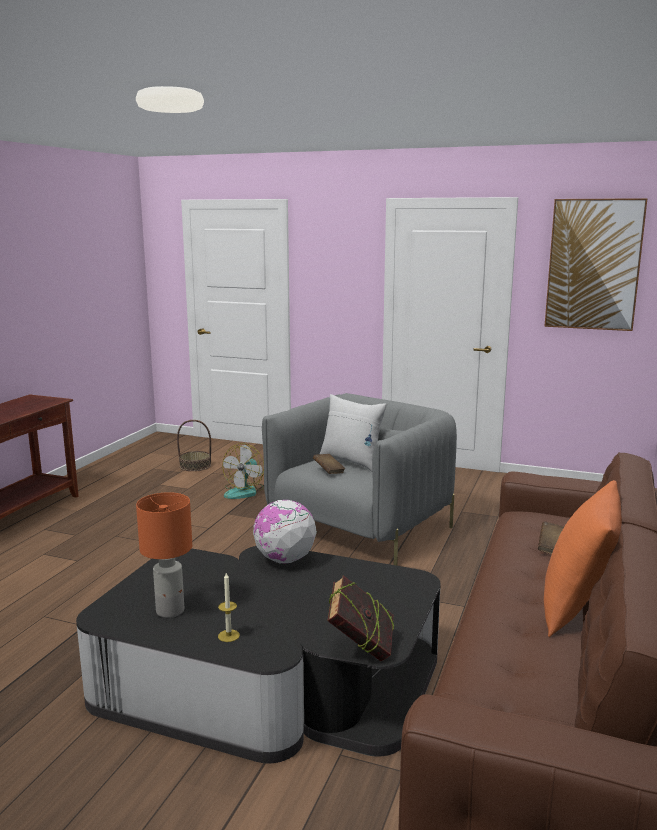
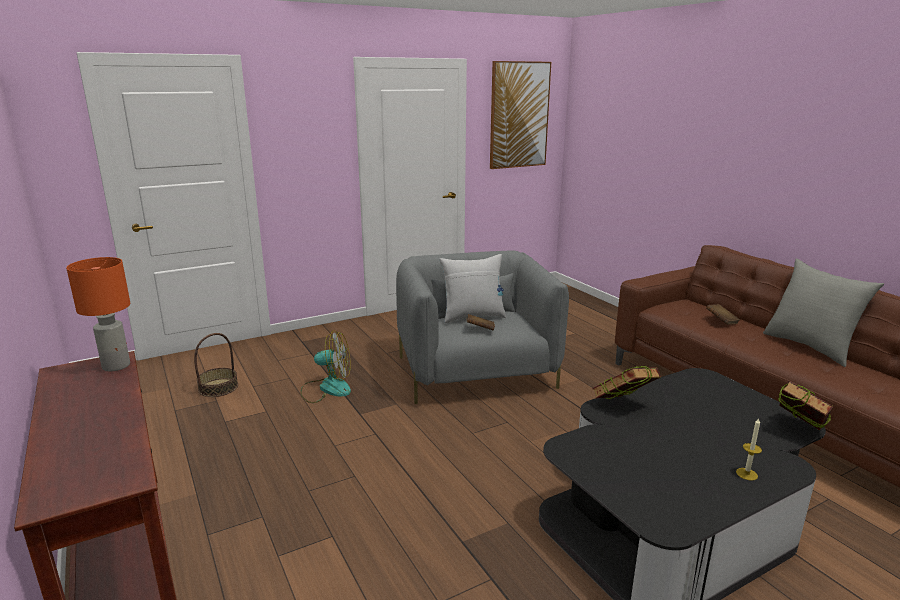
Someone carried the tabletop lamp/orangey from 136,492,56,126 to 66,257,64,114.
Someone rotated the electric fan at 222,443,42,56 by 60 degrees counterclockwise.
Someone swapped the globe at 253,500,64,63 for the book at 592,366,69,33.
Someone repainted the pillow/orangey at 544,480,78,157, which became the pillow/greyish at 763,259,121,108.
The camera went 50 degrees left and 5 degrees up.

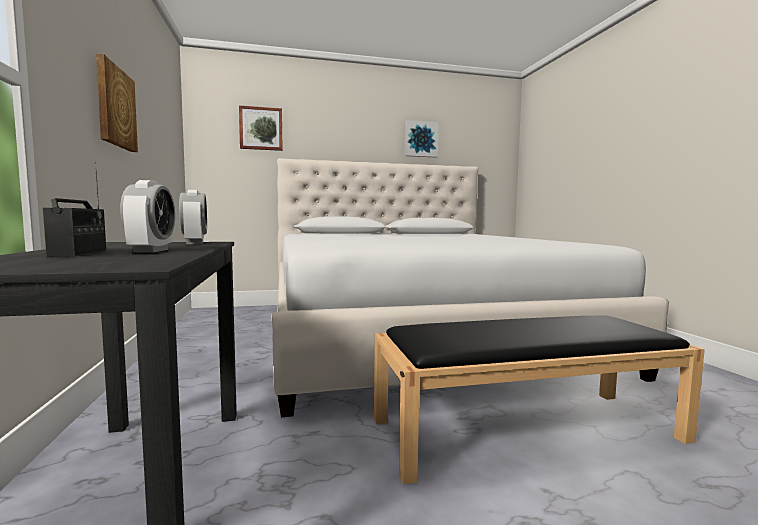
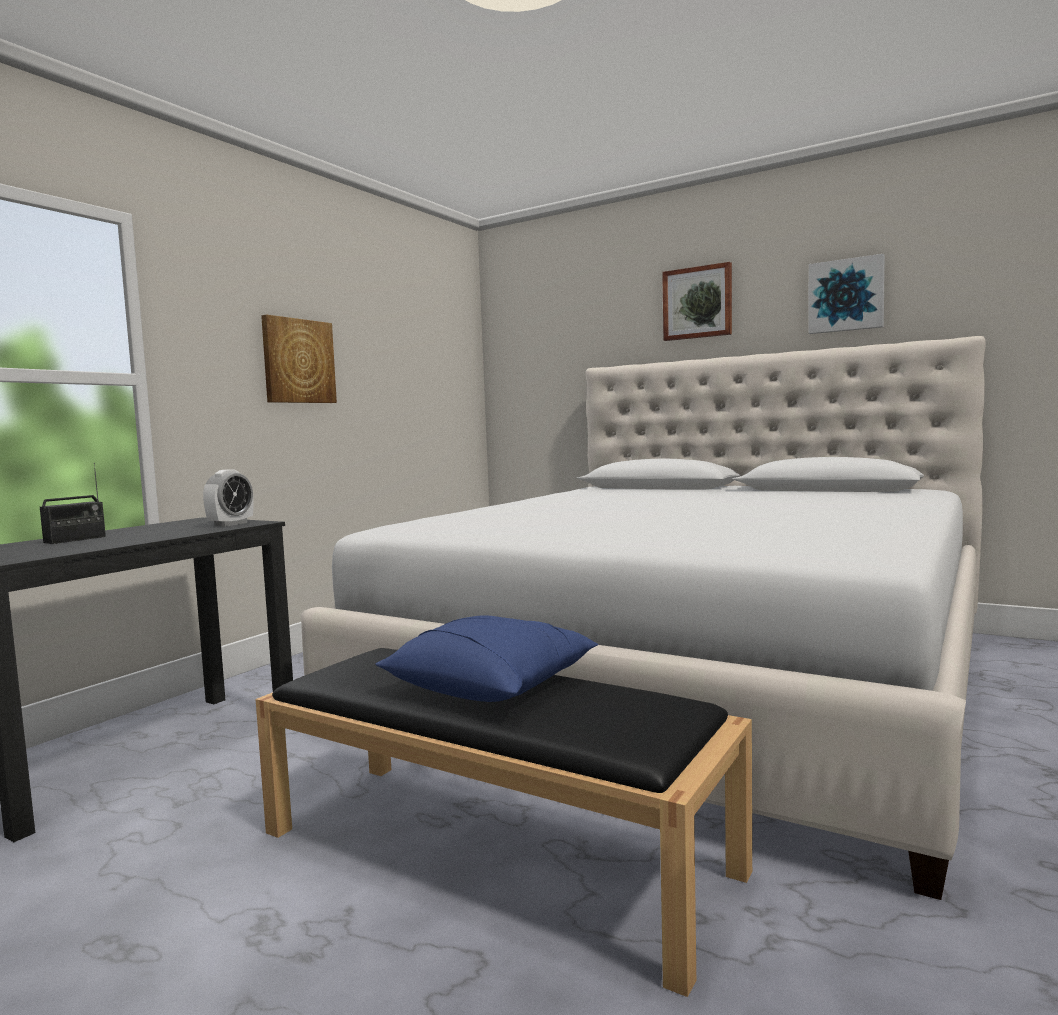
Someone took away the table clock at 120,180,55,73.
Someone carried the wall art from 239,105,44,46 to 662,262,70,79.
Someone put down the pillow/blue at 375,615,224,87.
The camera went 45 degrees right and 0 degrees up.

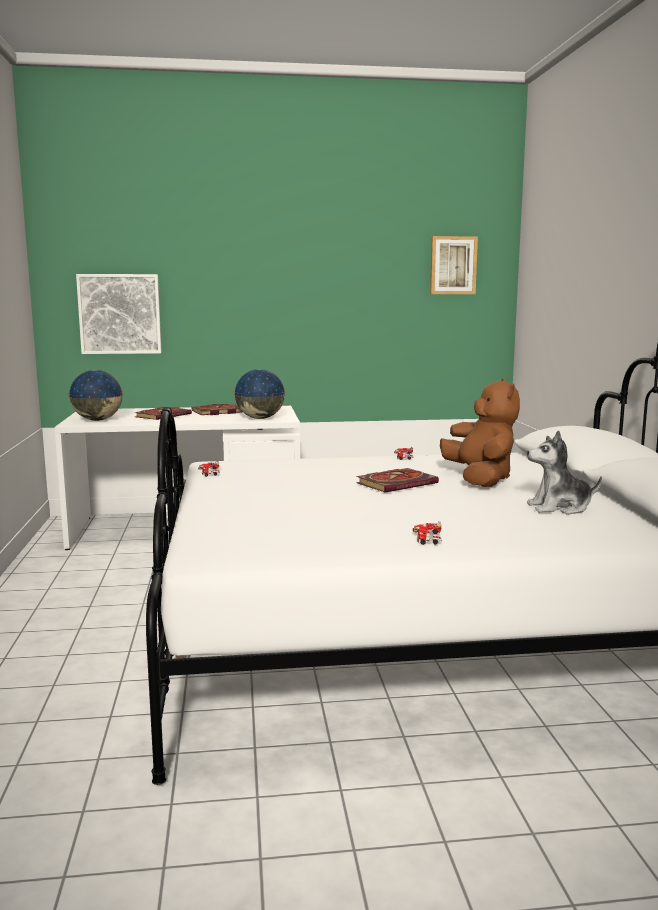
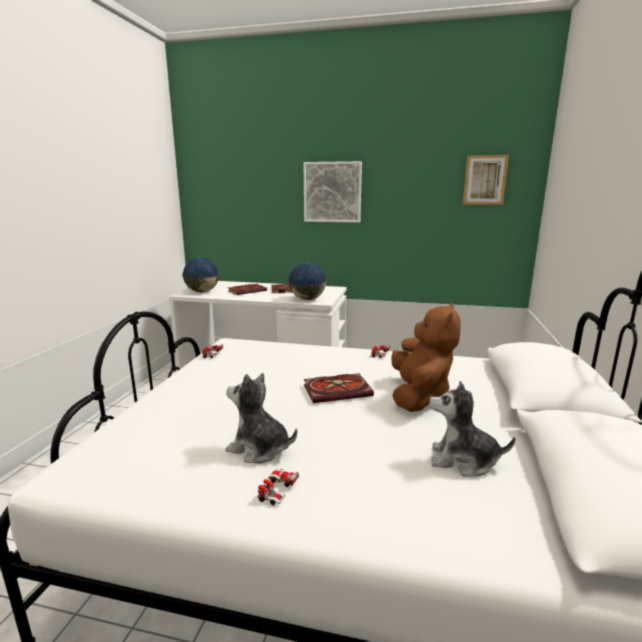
Someone carried the wall art from 76,274,86,80 to 304,161,58,62.
Someone put down the soft toy at 226,373,71,90.
The camera went 20 degrees right and 5 degrees up.

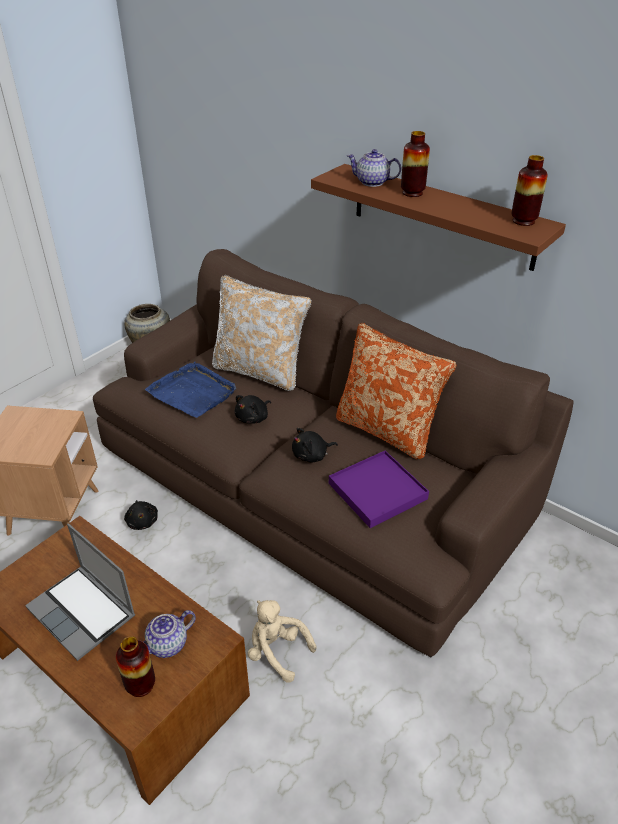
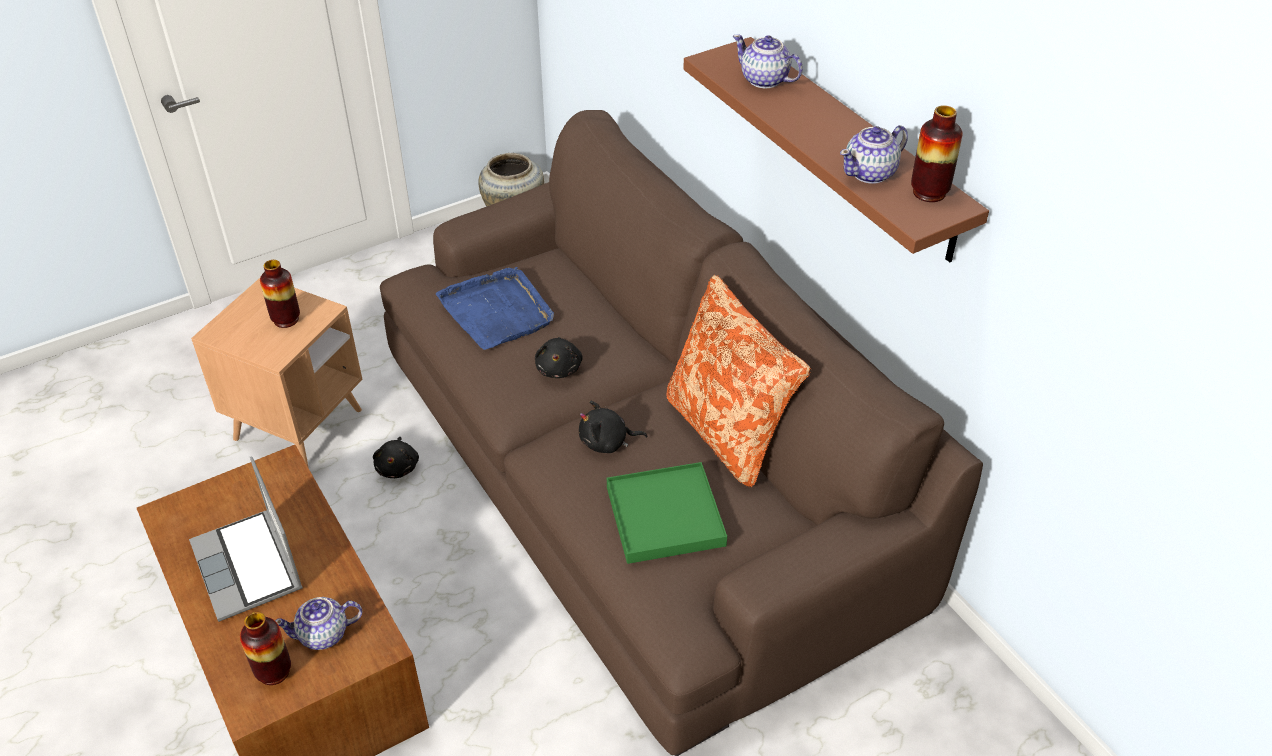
Someone took away the pillow/white-coloured at 212,275,100,116.
Someone rotated the soft toy/black at 235,395,36,29 by 60 degrees counterclockwise.
Someone took away the soft toy/beige-coloured at 248,600,69,83.
Someone repainted the serving tray/purplish at 329,451,100,77, which became the serving tray/greenish at 607,462,120,102.
Someone carried the decorative vase from 401,131,29,66 to 260,260,40,68.
Someone put down the teapot at 840,125,68,59.
The camera went 20 degrees right and 5 degrees up.

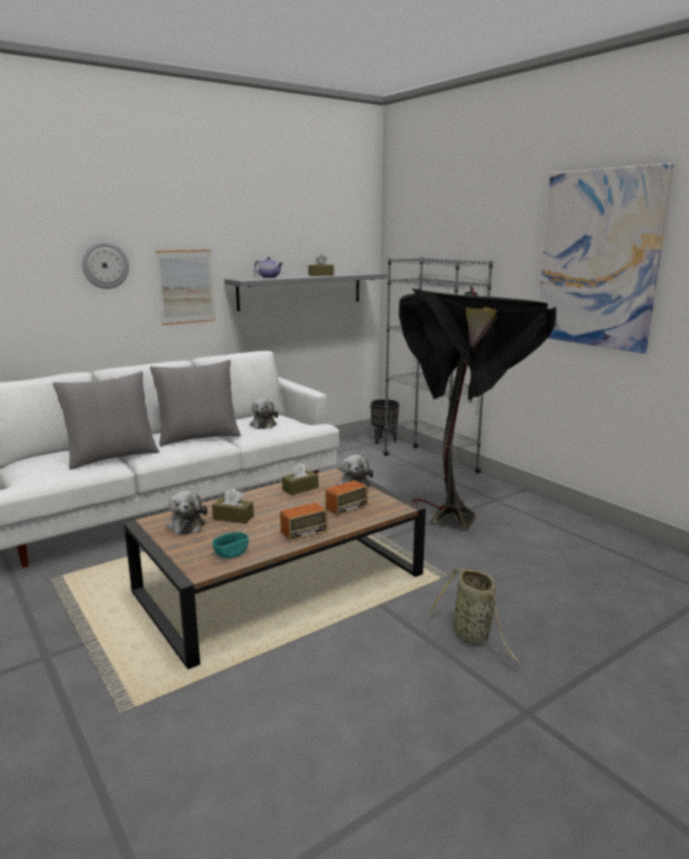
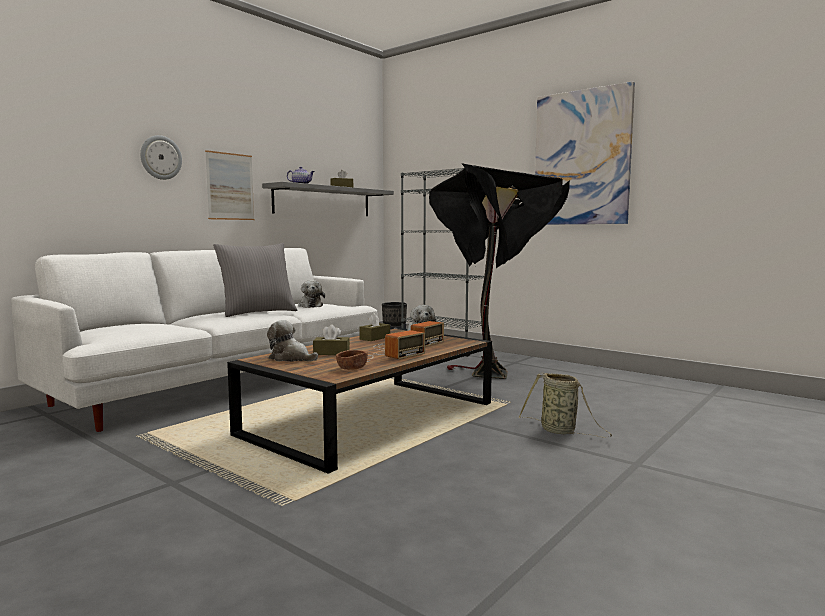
Someone took away the pillow/greyish at 53,371,106,99.
Someone rotated the soft toy at 166,491,41,44 by 150 degrees clockwise.
Someone repainted the serving bowl/blue-green at 212,531,37,27, which became the serving bowl/brownish at 336,350,32,20.
The camera went 15 degrees left and 10 degrees down.

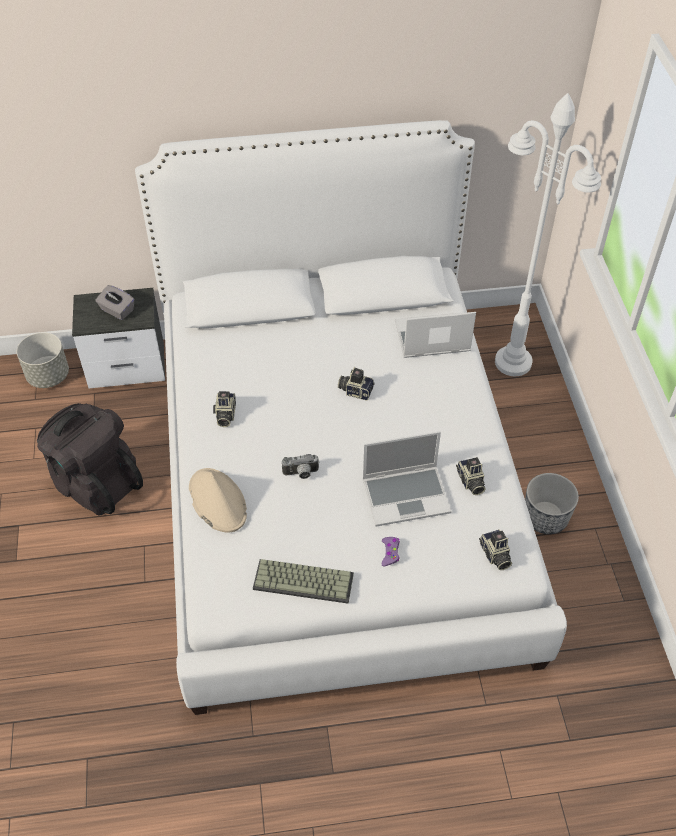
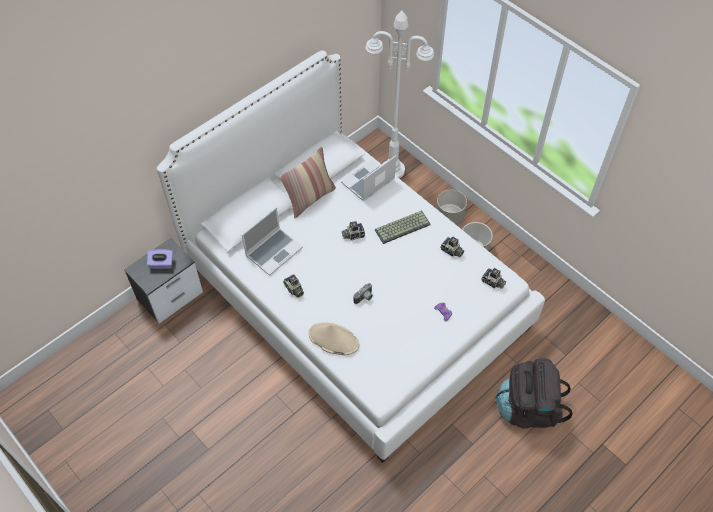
Someone carried the plant pot/greyish from 16,332,53,56 to 436,189,31,37.
Someone carried the knapsack/black from 37,403,106,113 to 496,358,77,70.
Someone repainted the tissue box/greyish at 95,285,39,35, which became the tissue box/purplish at 147,249,26,20.
Someone carried the keyboard from 253,559,101,45 to 375,211,56,33.
Someone carried the notebook computer from 363,431,88,95 to 242,207,61,69.
Someone put down the pillow at 280,147,56,71.
The camera went 35 degrees left and 5 degrees up.

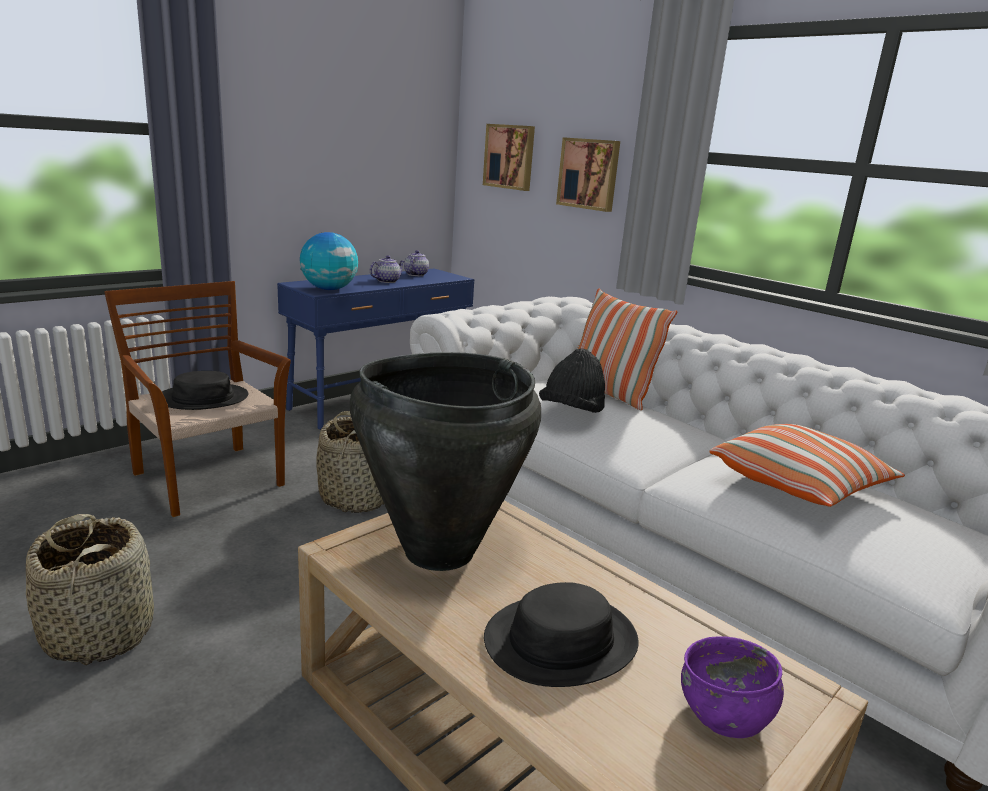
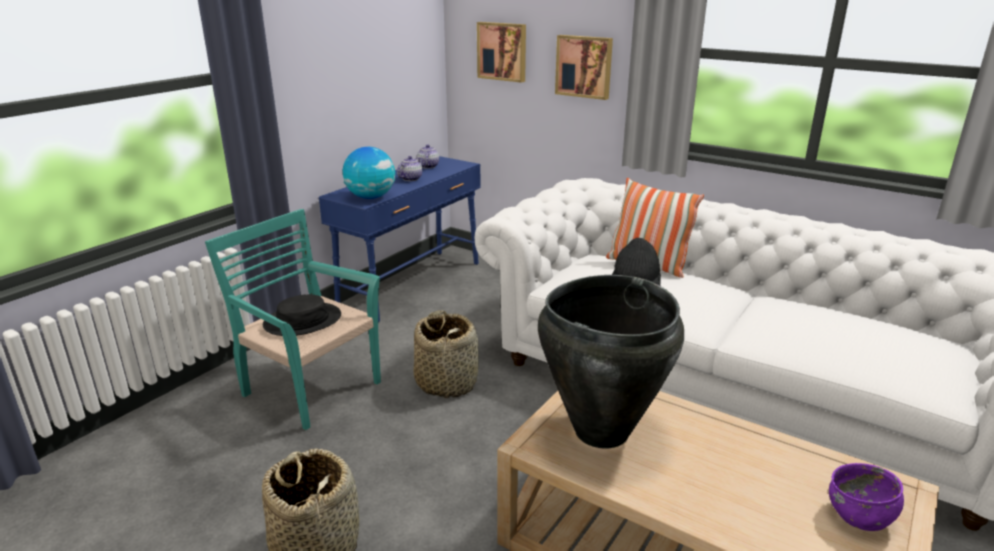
Someone repainted the lounge chair/brownish at 104,281,187,236, which became the lounge chair/blue-green at 205,209,176,221.
Someone took away the hat/black at 484,582,155,105.
Someone took away the pillow at 709,424,196,83.
The camera went 10 degrees left and 5 degrees up.

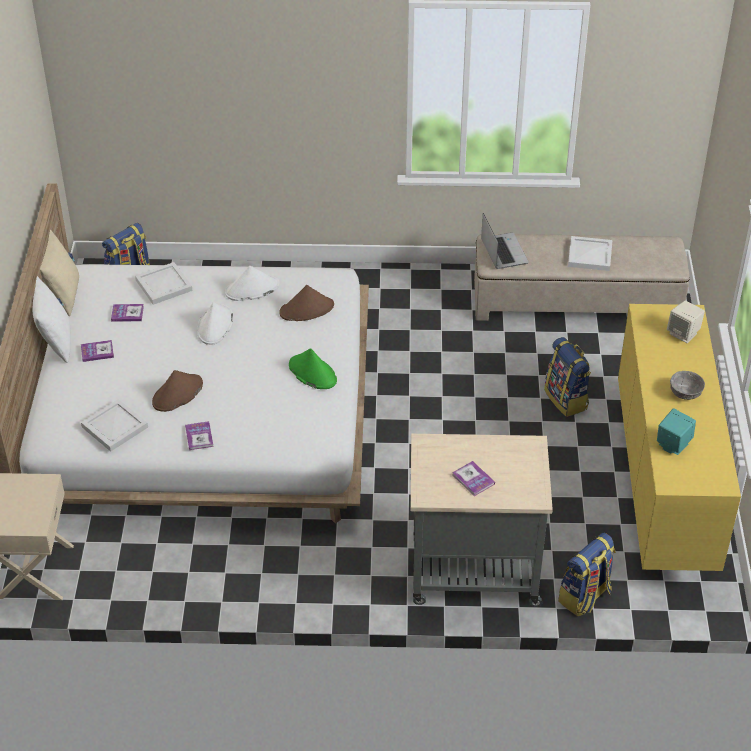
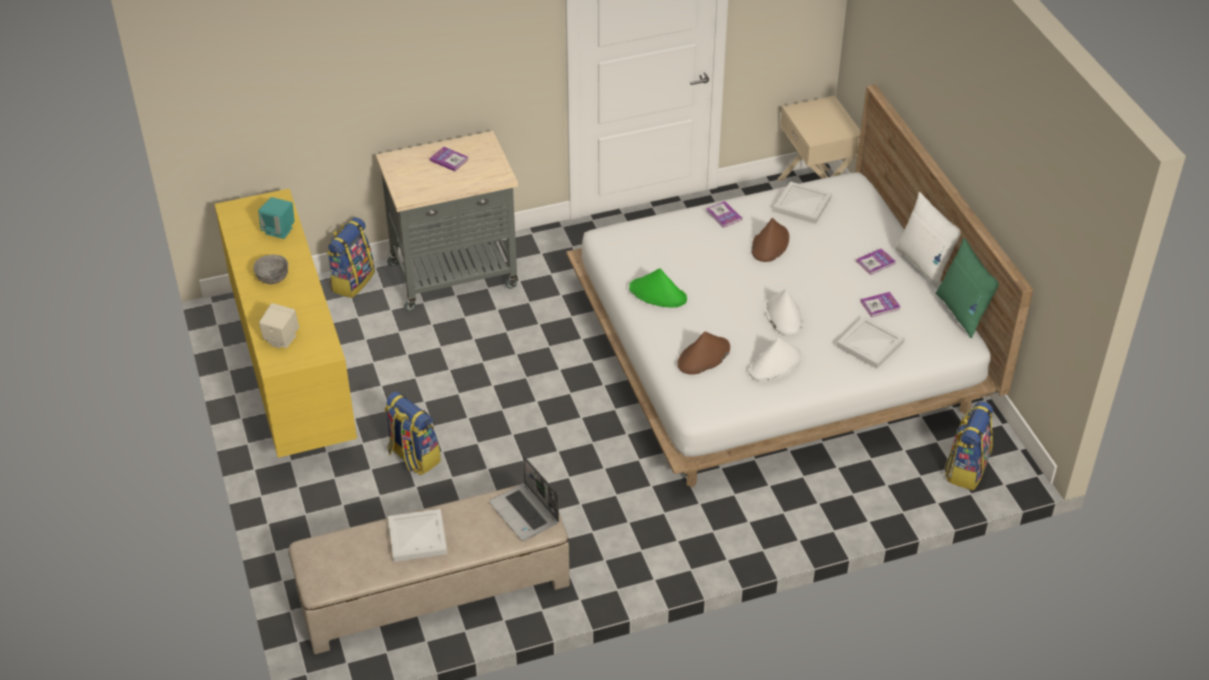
Someone repainted the pillow/beige-coloured at 40,229,39,87, which became the pillow/greenish at 936,238,63,100.
The camera went 160 degrees right and 0 degrees up.

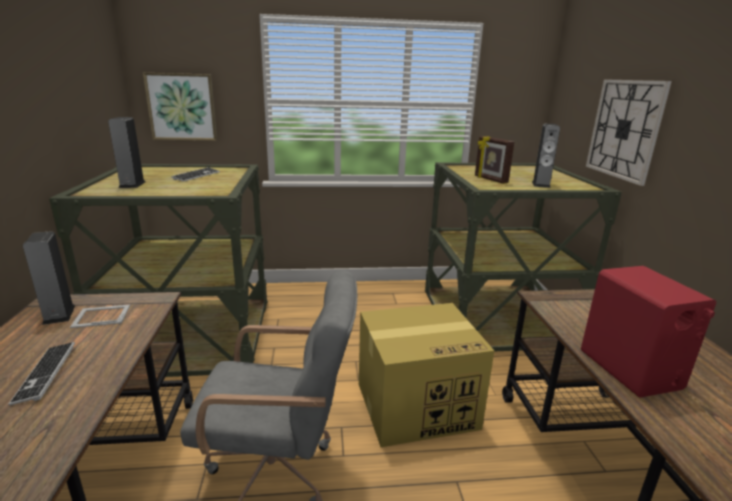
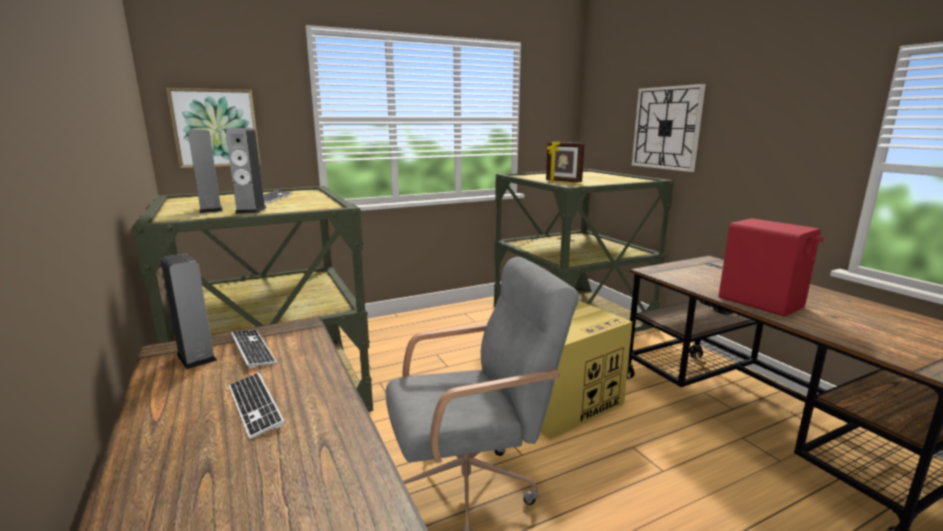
Someone swapped the photo frame at 70,305,60,23 for the keyboard at 231,330,46,39.
Someone carried the audio speaker from 532,124,28,64 to 226,128,41,86.
The camera went 20 degrees left and 5 degrees down.

